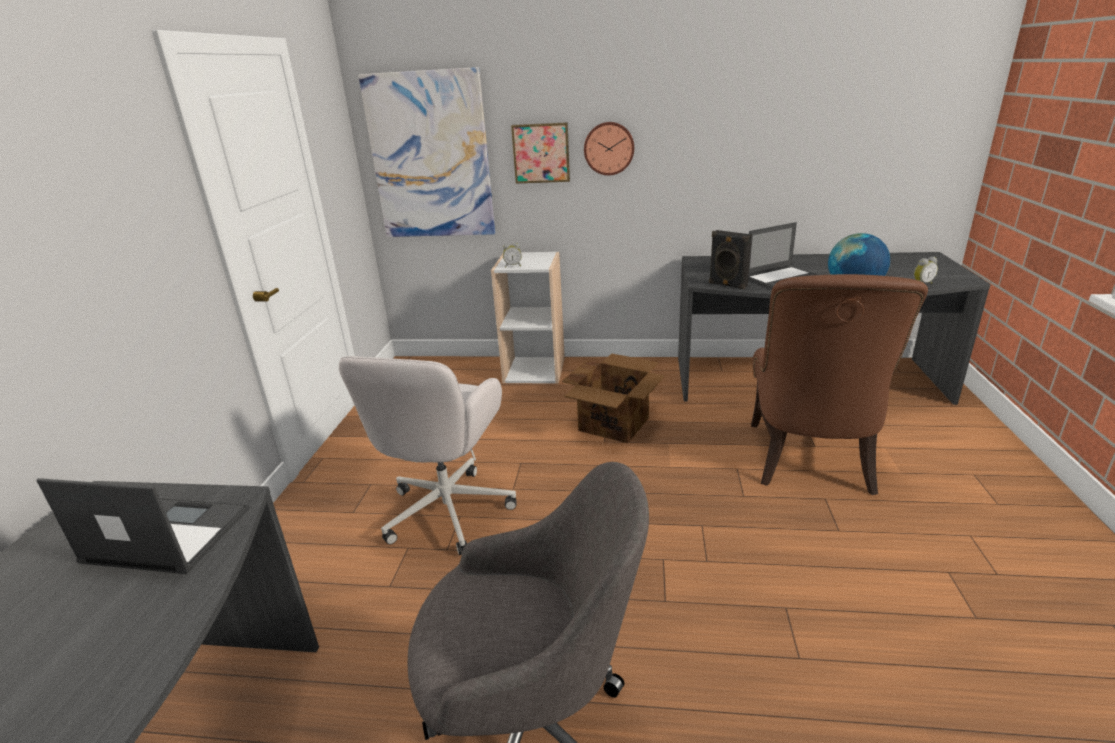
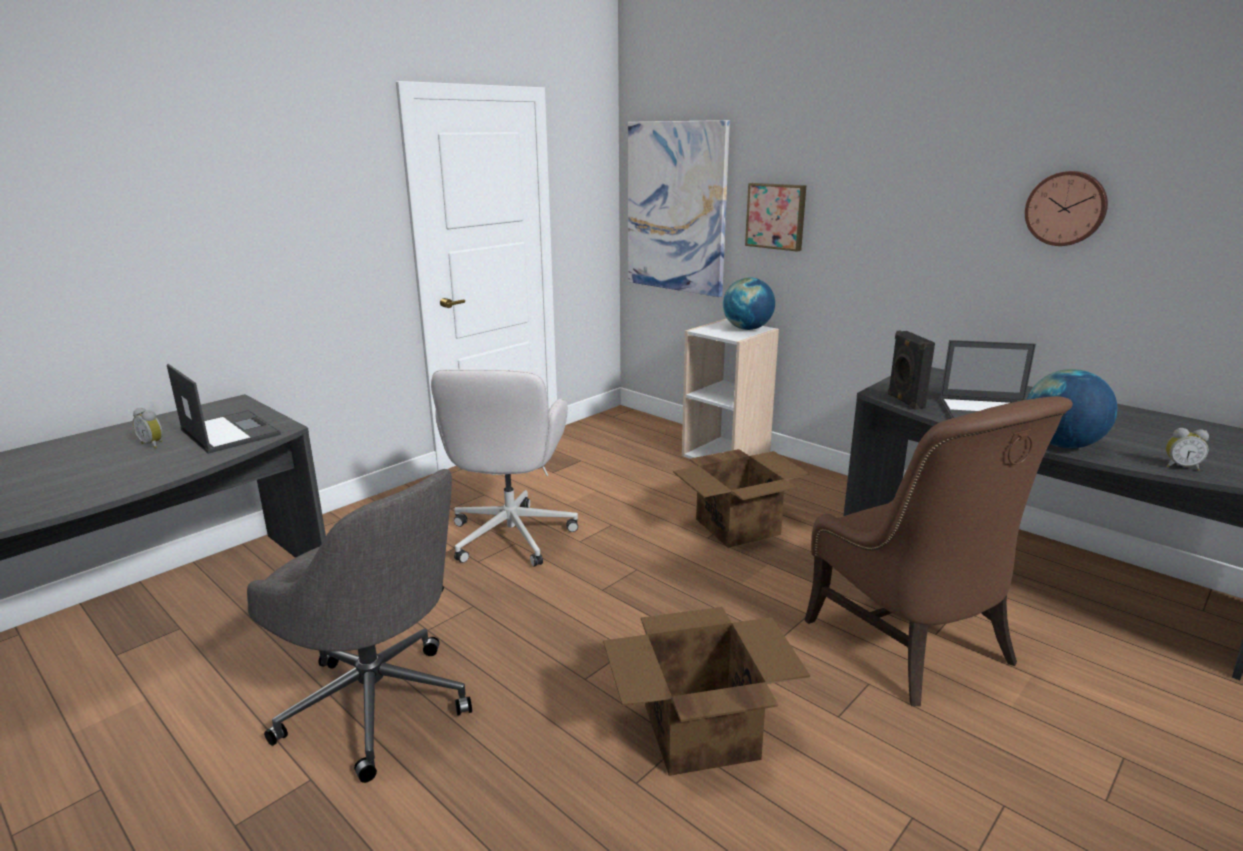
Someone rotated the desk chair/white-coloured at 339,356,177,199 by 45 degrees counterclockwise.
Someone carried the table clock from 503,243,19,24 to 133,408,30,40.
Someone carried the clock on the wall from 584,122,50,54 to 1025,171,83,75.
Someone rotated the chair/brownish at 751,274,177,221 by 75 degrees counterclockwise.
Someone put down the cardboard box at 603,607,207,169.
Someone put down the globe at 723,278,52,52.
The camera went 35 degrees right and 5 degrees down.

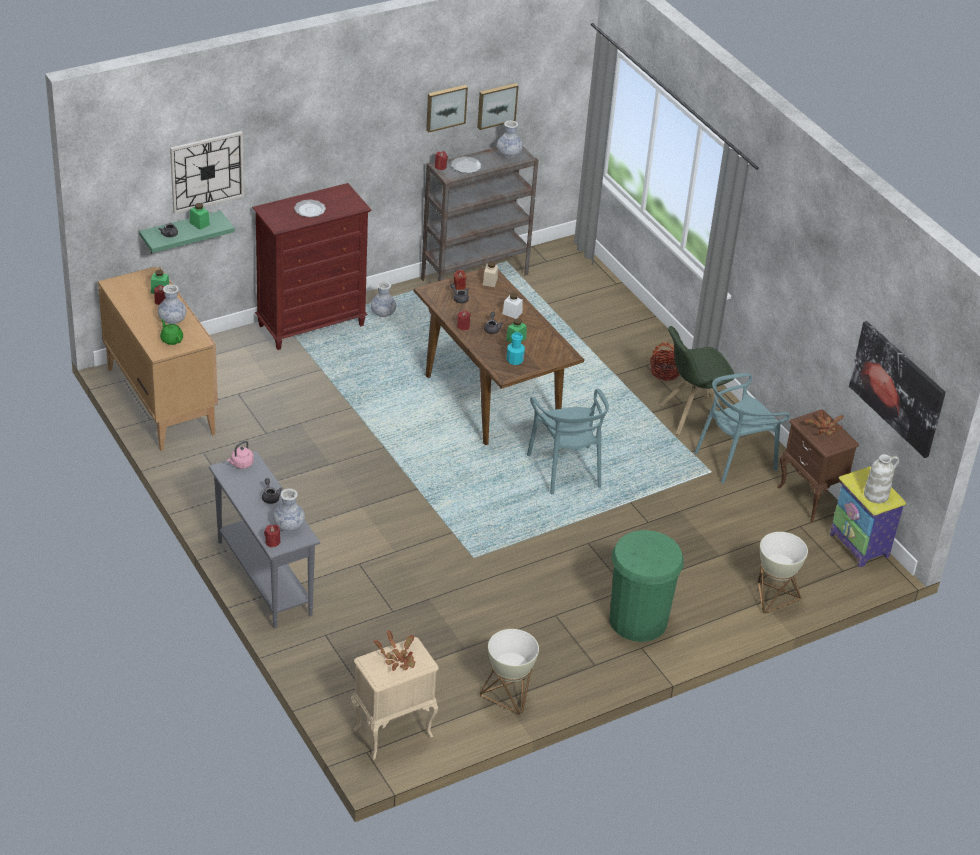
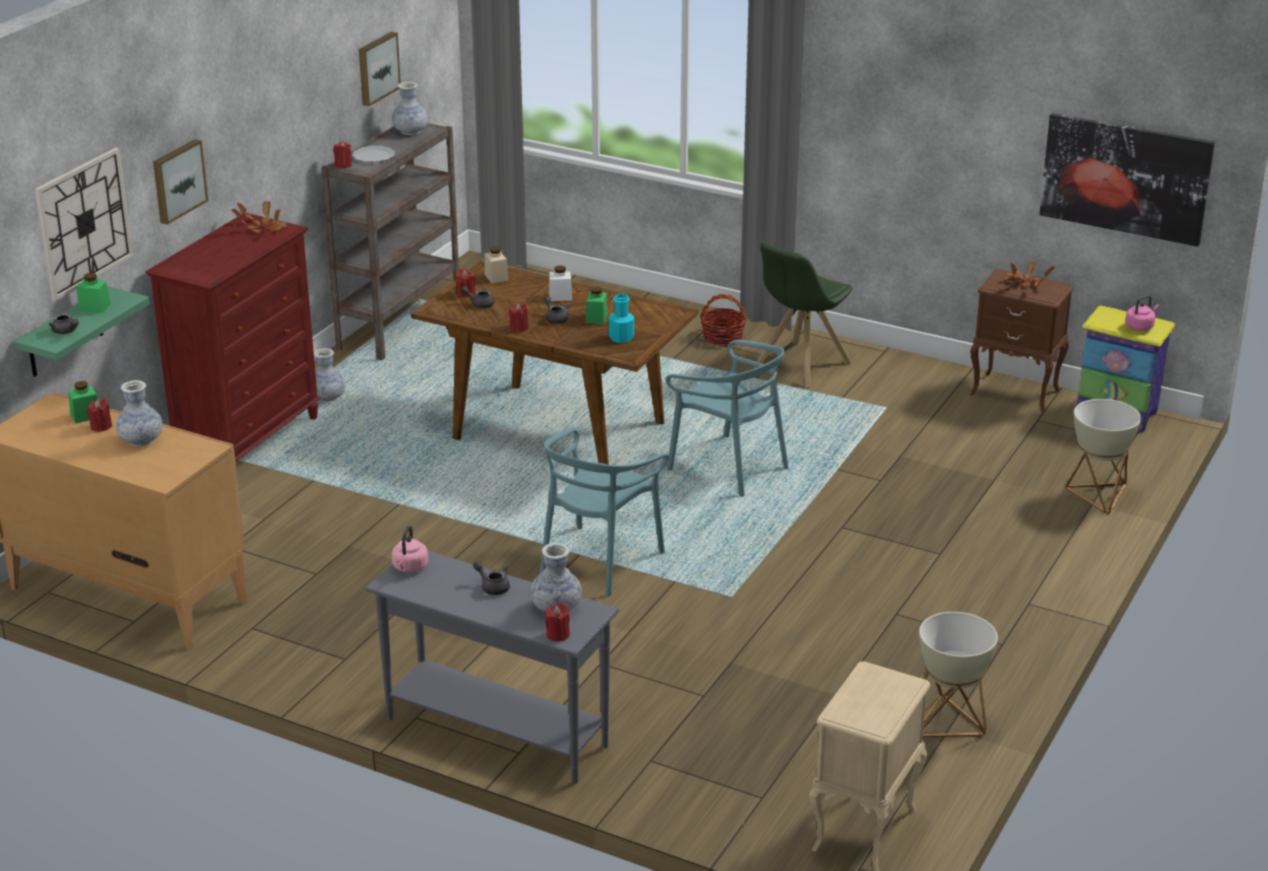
Someone took away the teapot/greenish at 160,319,23,26.
Someone took away the flat dish at 294,199,32,18.
Someone carried the houseplant from 373,630,43,41 to 231,200,56,33.
Someone carried the wall art from 426,85,42,47 to 153,139,55,85.
Someone took away the trash can/greenish at 609,530,75,112.
Someone carried the chair/blue-green from 694,373,96,110 to 540,427,129,169.
Someone swapped the decorative vase/white-coloured at 864,454,35,49 for the tea kettle/pink at 1125,295,34,36.
The camera went 30 degrees left and 10 degrees down.

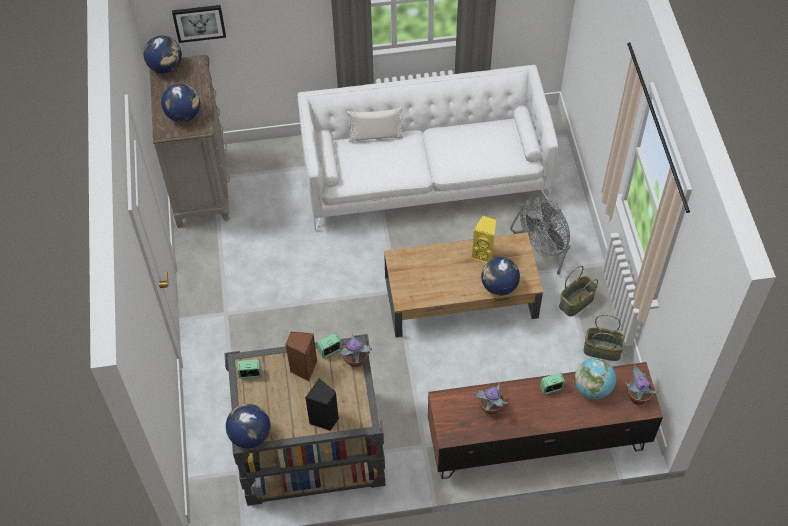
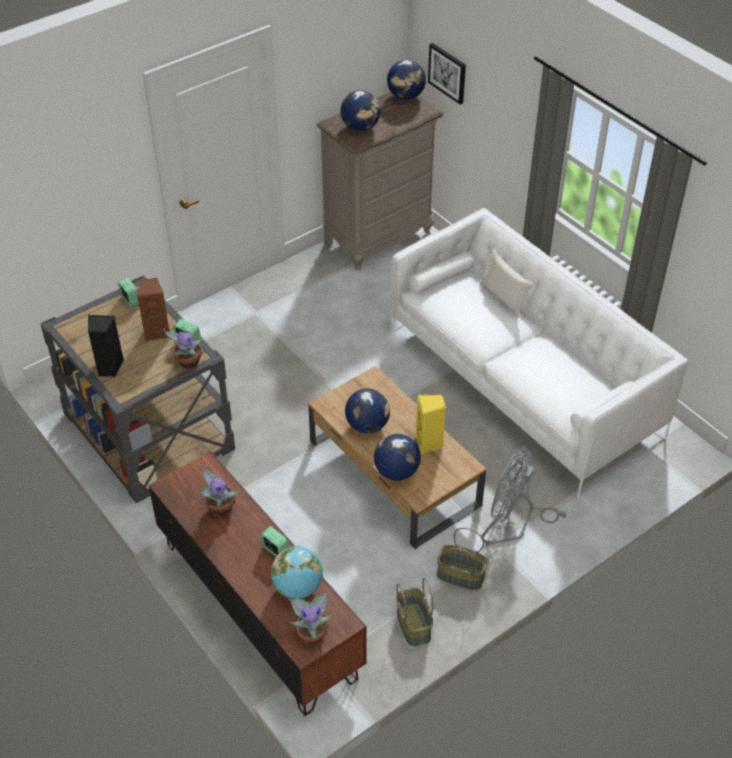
Someone carried the globe from 226,404,44,44 to 345,388,45,46.
The camera went 60 degrees right and 10 degrees down.

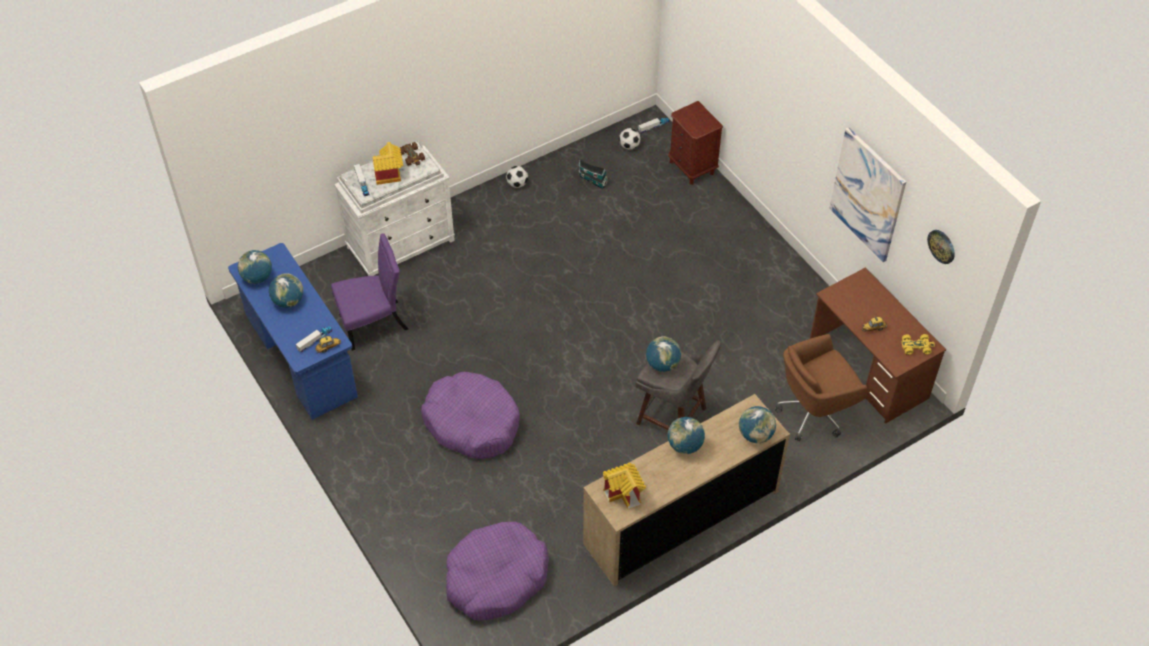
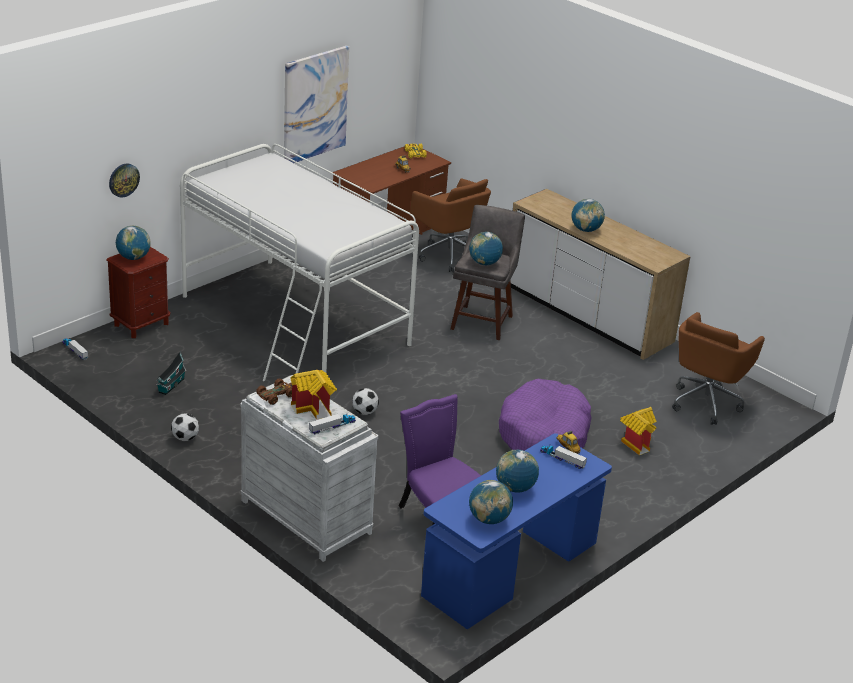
Someone swapped the dog cushion/purplish at 446,522,103,99 for the desk chair/brownish at 672,312,93,113.
Someone carried the model house from 603,463,43,46 to 620,407,37,48.
Someone carried the football ball from 619,128,22,22 to 352,388,27,27.
Someone carried the globe from 739,406,37,37 to 116,226,35,34.
Someone carried the clock on the wall from 927,230,28,34 to 109,163,31,35.
Someone put down the bed/white-coloured at 180,144,239,237.
The camera went 105 degrees left and 20 degrees down.

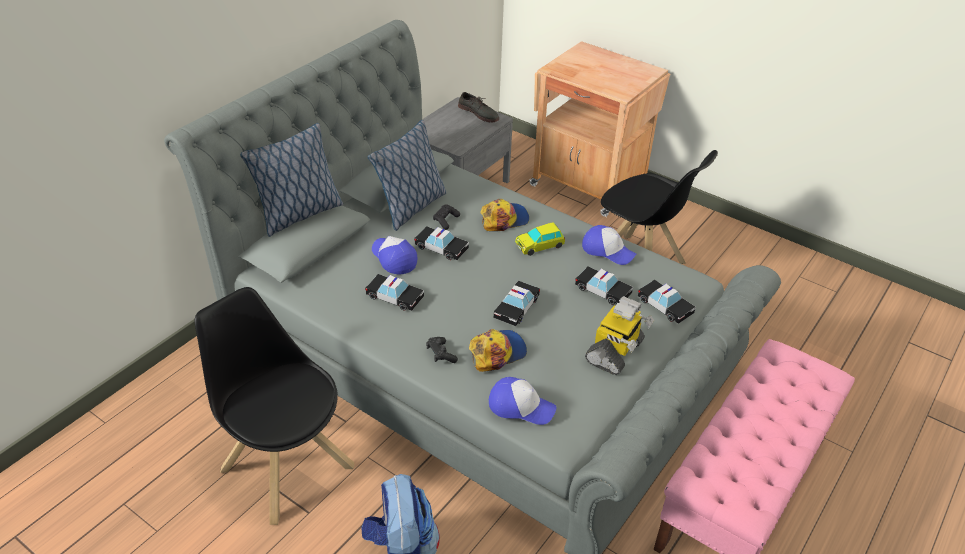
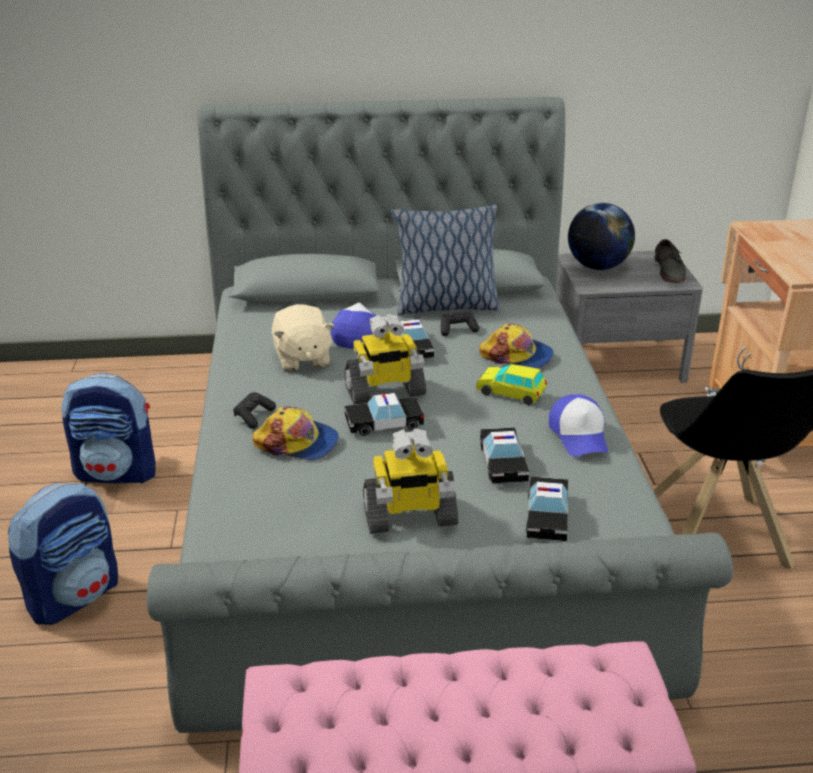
Someone swapped the chair/black at 195,287,159,238 for the knapsack at 62,373,94,111.
Someone took away the pillow at 240,123,103,114.
Someone swapped the miniature car at 365,274,59,37 for the soft toy/beige-coloured at 272,304,63,67.
Someone took away the baseball cap at 489,377,67,48.
Someone put down the model robot at 344,314,82,91.
Someone put down the globe at 568,203,67,67.
The camera went 50 degrees right and 10 degrees down.

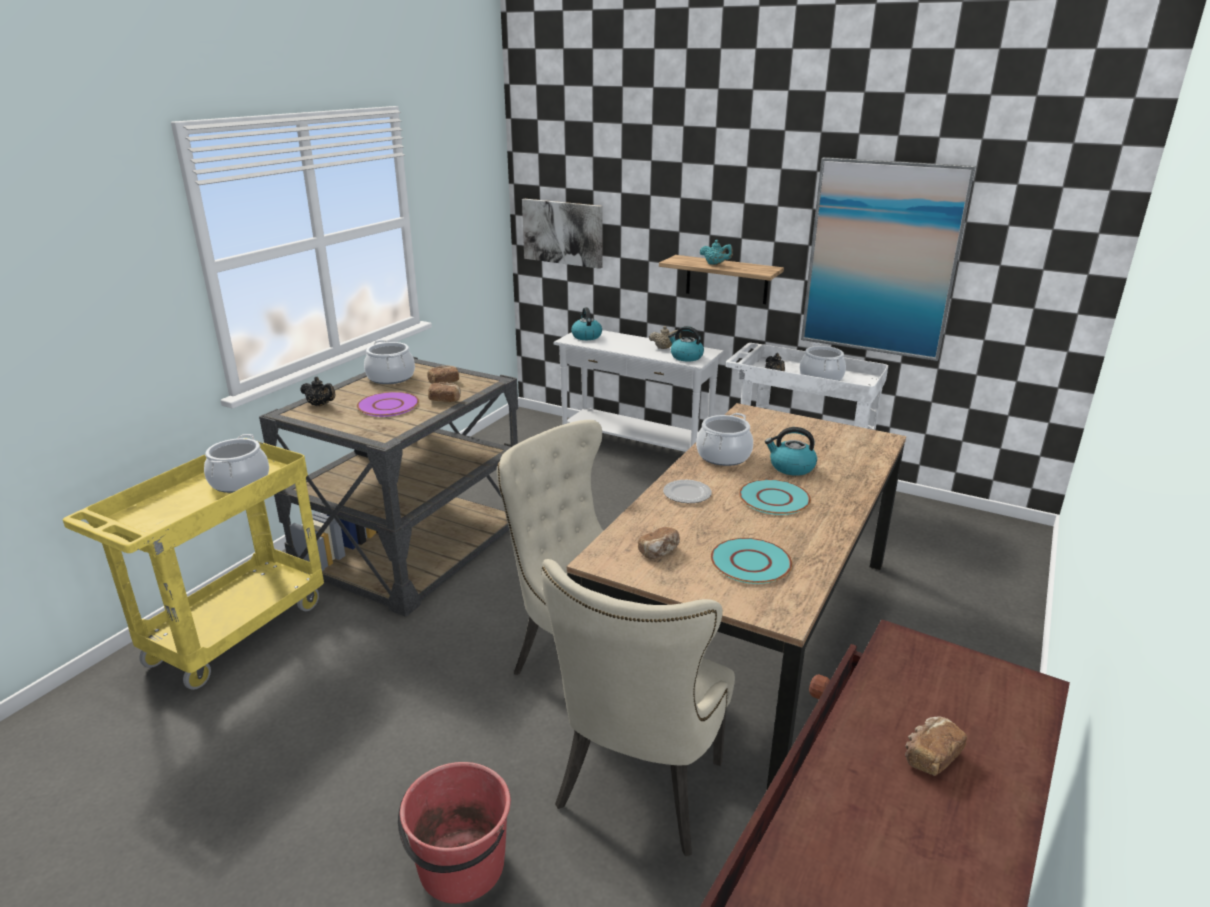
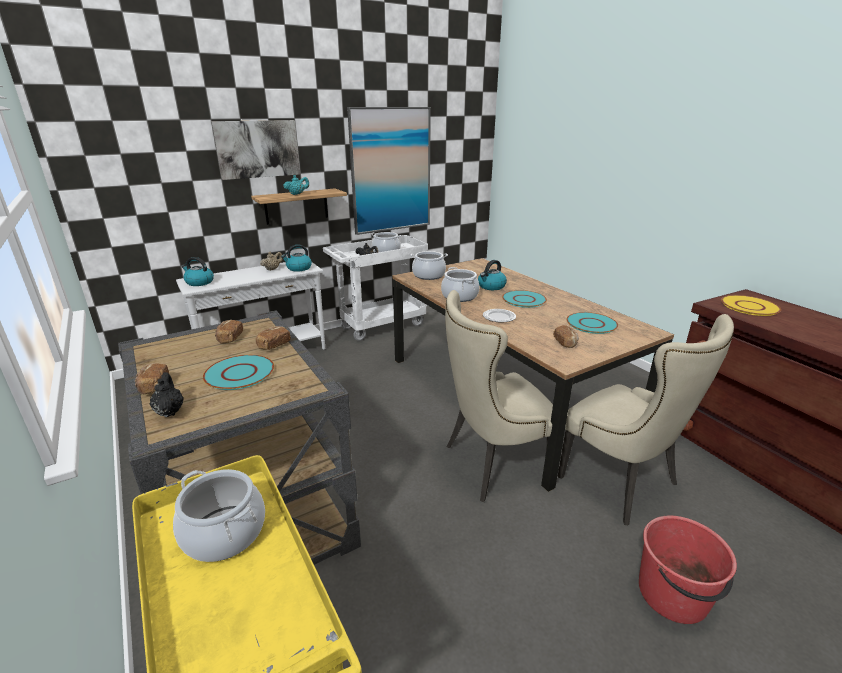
Someone rotated the teapot/black at 300,377,36,29 by 75 degrees counterclockwise.
Someone repainted the flat dish/purplish at 357,392,62,25, which became the flat dish/blue-green at 203,355,71,35.
Someone carried the stockpot from 364,340,51,44 to 410,251,38,29.
Someone carried the wall art from 522,199,81,70 to 212,120,88,60.
Someone carried the baked bread from 905,716,62,60 to 135,363,34,31.
Someone put down the flat dish/yellow at 721,295,60,21.
The camera went 60 degrees left and 0 degrees up.

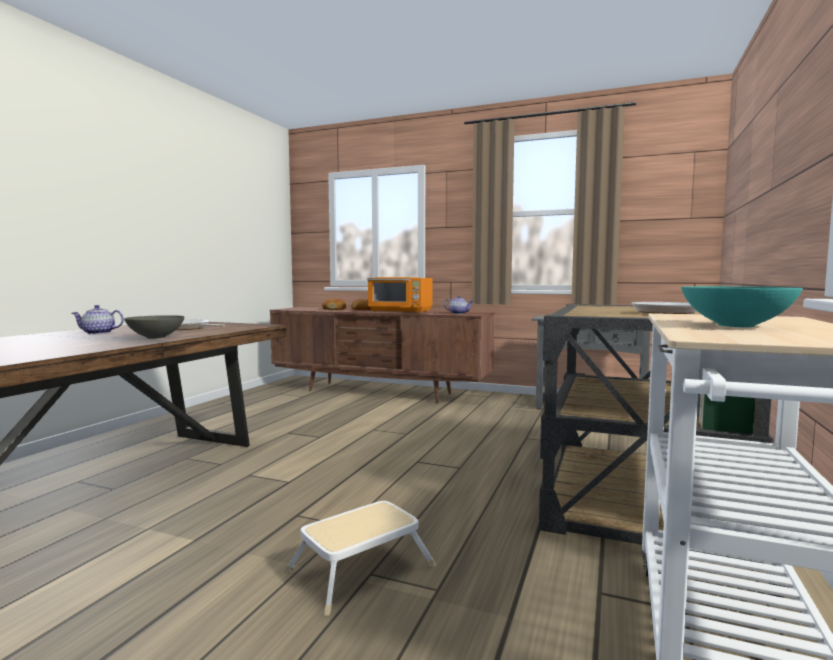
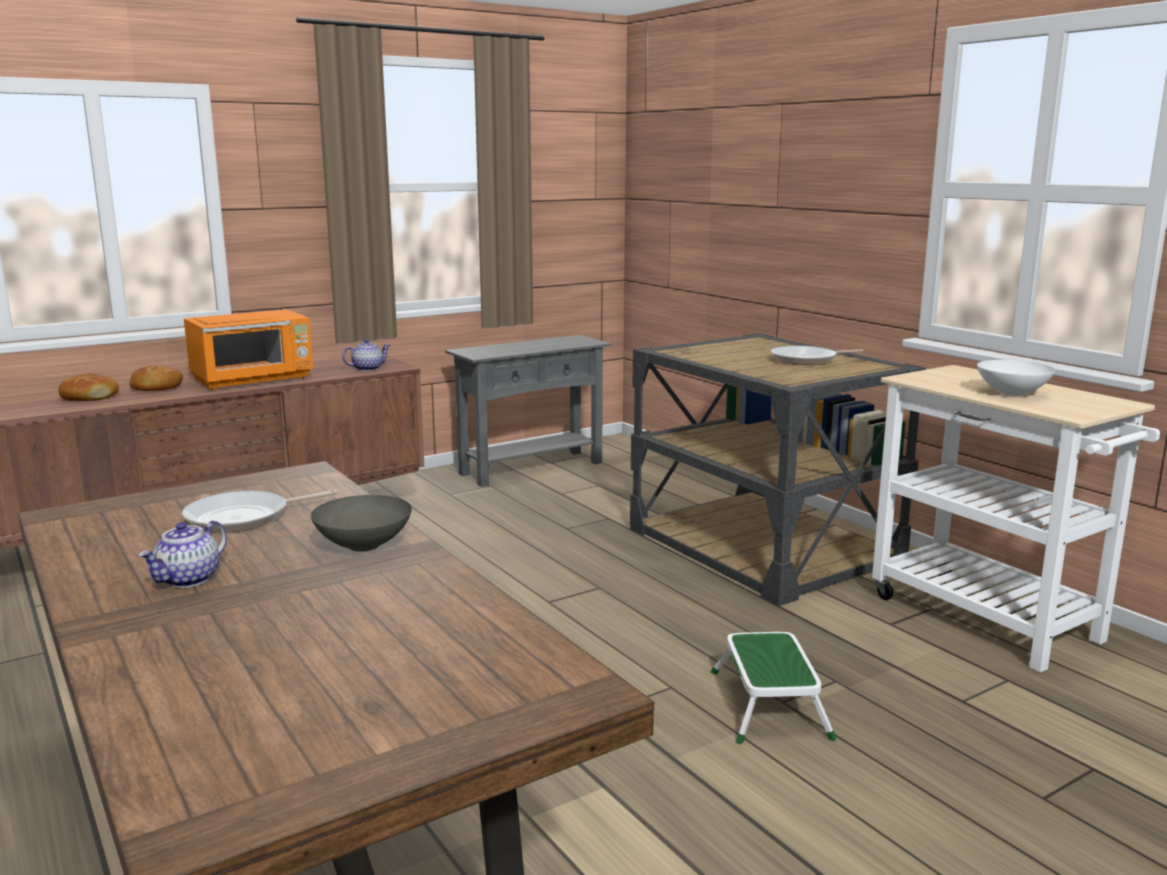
Someone repainted the step ladder/beige-coloured at 284,501,152,115, which became the step ladder/greenish at 711,632,125,112.
Someone repainted the serving bowl/blue-green at 681,286,122,41, which became the serving bowl/white-coloured at 977,360,78,36.
The camera went 55 degrees left and 10 degrees up.

